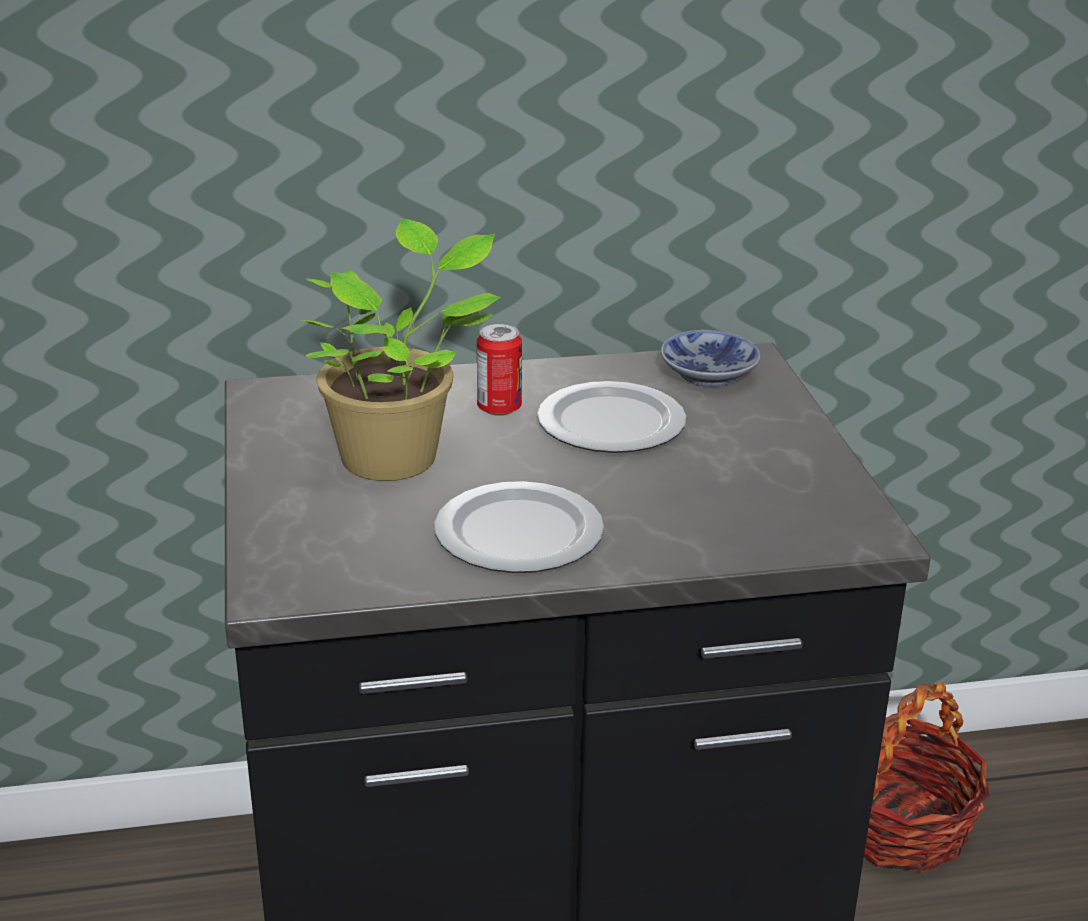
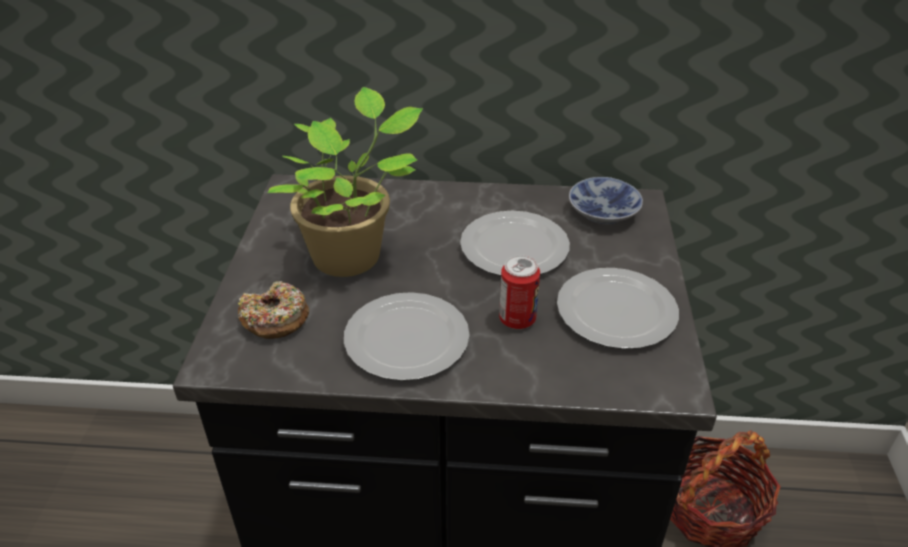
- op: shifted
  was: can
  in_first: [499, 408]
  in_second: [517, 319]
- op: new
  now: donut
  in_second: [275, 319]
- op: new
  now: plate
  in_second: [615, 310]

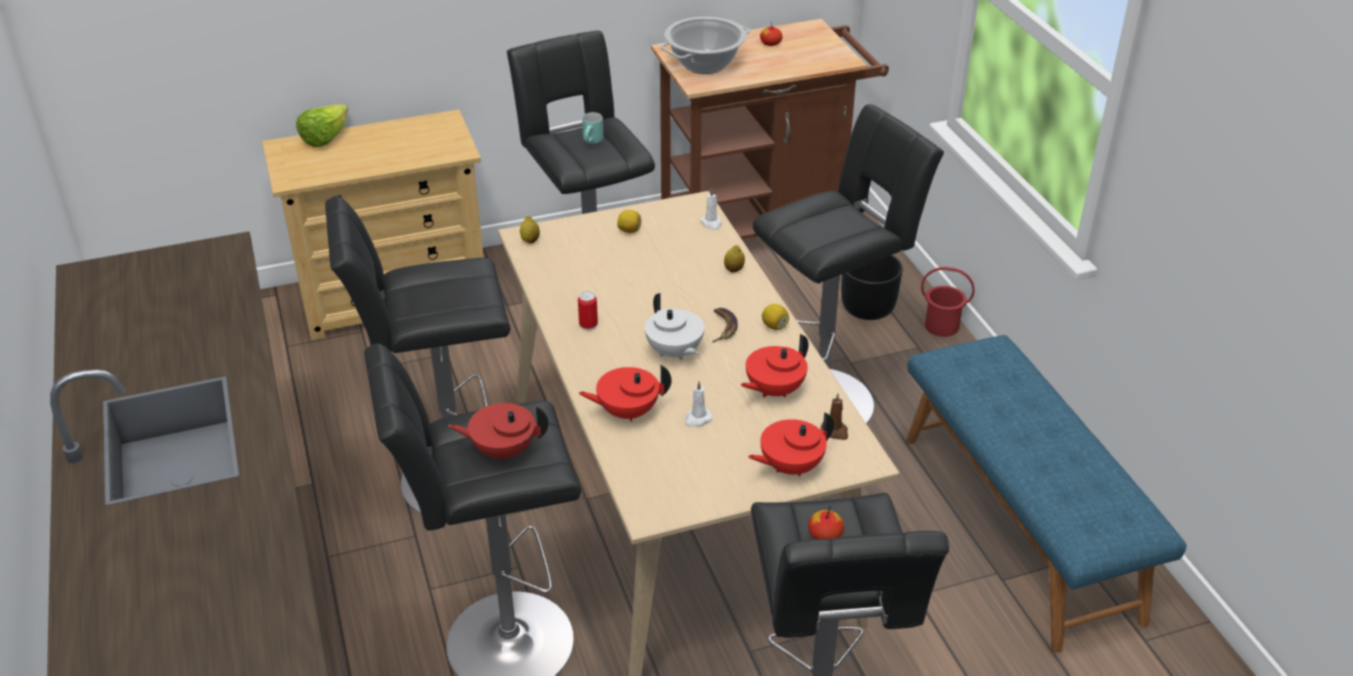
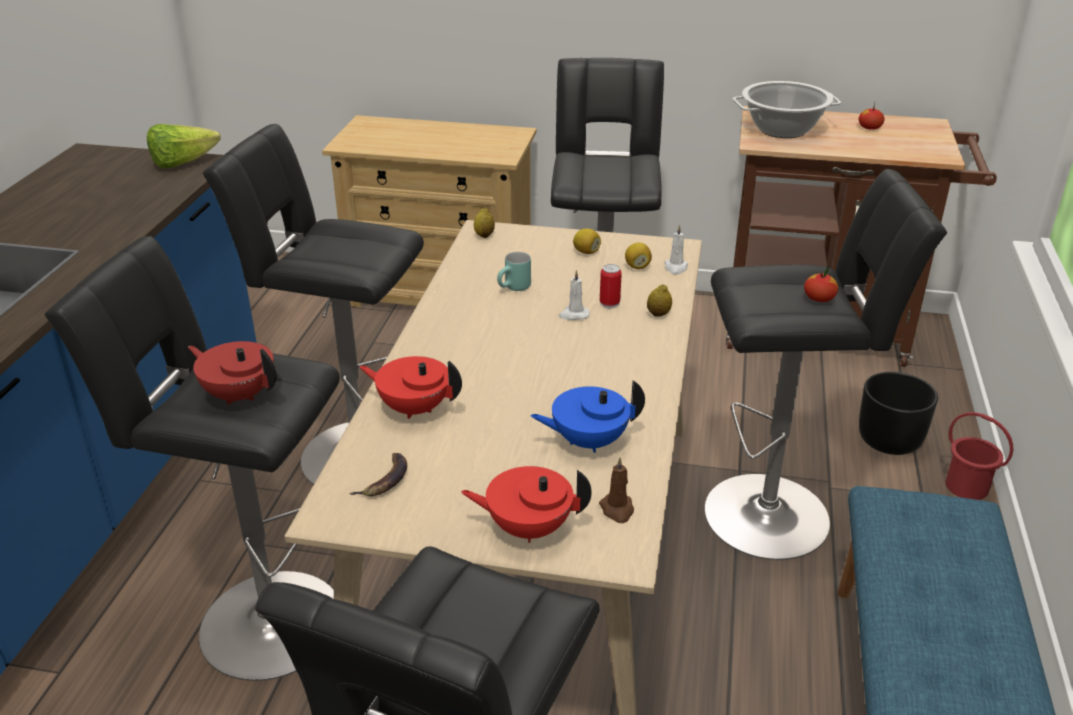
- op: shifted
  was: lettuce
  in_first: [325, 138]
  in_second: [182, 163]
- op: shifted
  was: can
  in_first: [588, 325]
  in_second: [609, 303]
- op: shifted
  was: turquoise_mug
  in_first: [593, 142]
  in_second: [515, 289]
- op: gone
  was: white_teapot
  in_first: [674, 352]
- op: shifted
  was: white_candle
  in_first: [697, 419]
  in_second: [573, 315]
- op: shifted
  was: banana
  in_first: [723, 327]
  in_second: [385, 479]
- op: repainted
  was: red_teapot
  now: blue_teapot
  in_first: [773, 390]
  in_second: [588, 441]
- op: shifted
  was: lemon
  in_first: [774, 326]
  in_second: [637, 266]
- op: shifted
  was: apple
  in_first: [825, 535]
  in_second: [819, 298]

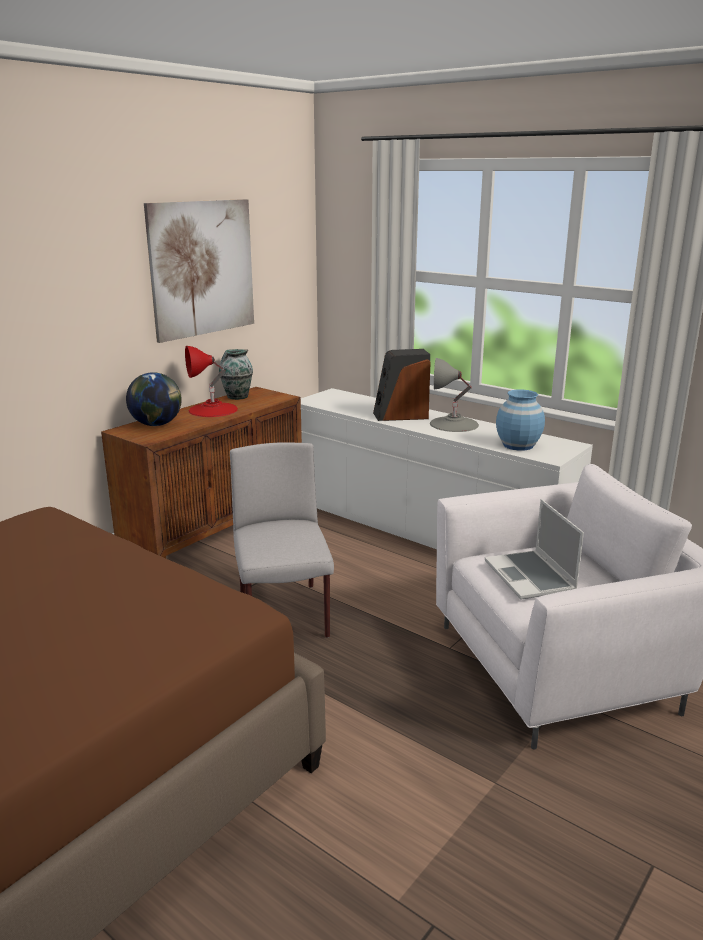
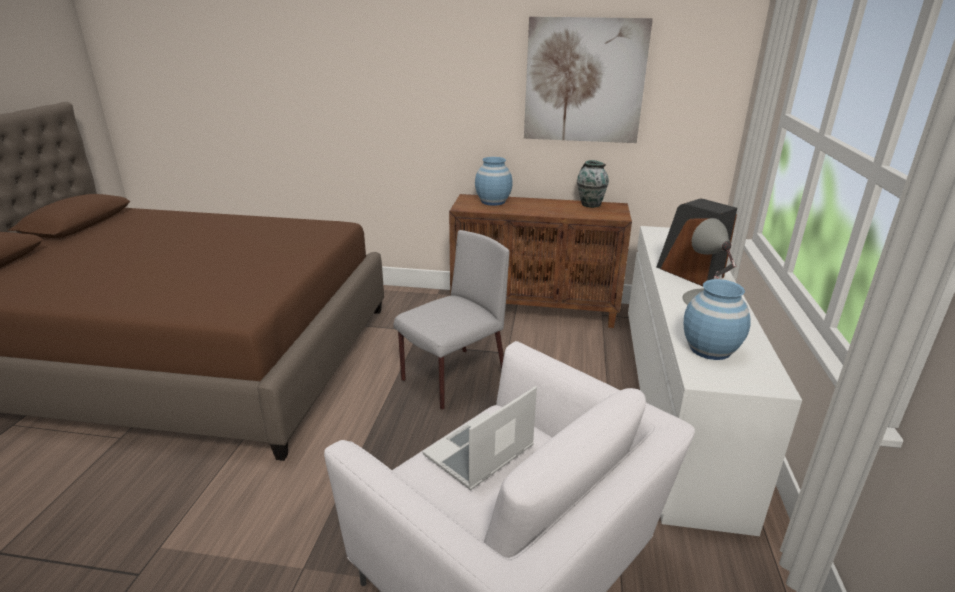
- op: swapped
  was: globe
  now: blue_vase
  in_first: [157, 424]
  in_second: [493, 201]
- op: gone
  was: red_table_lamp
  in_first: [213, 409]

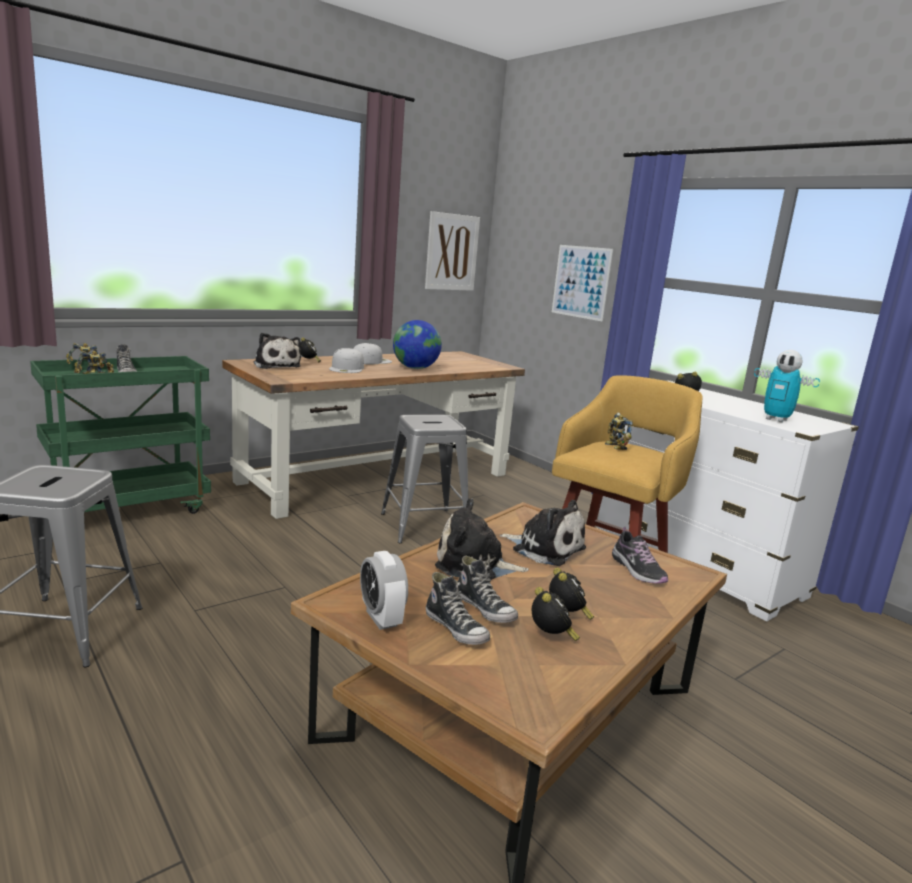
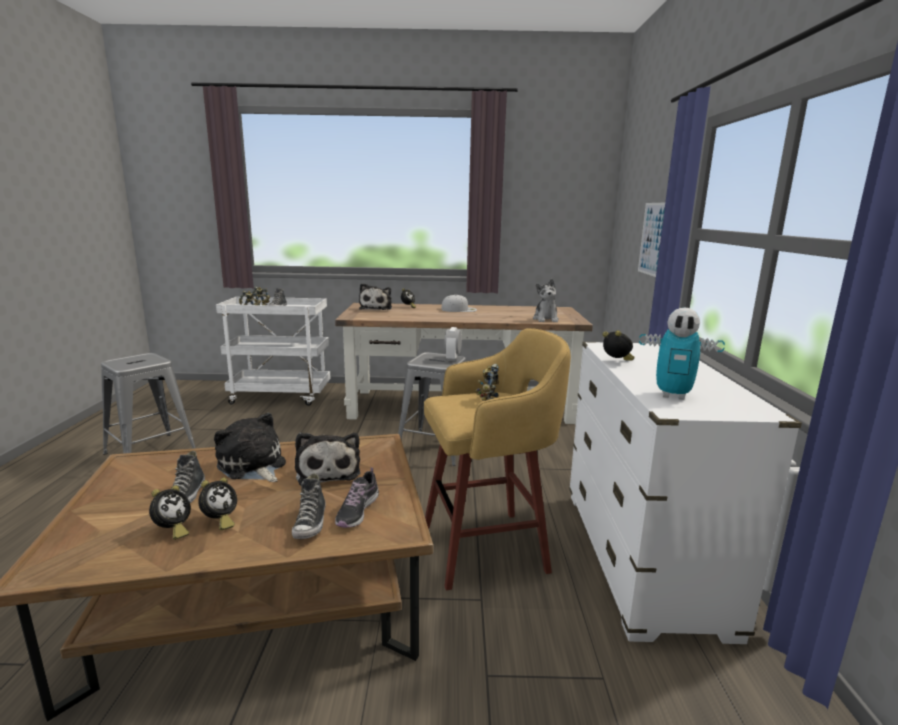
- op: repainted
  was: green_cart
  now: white_cart
  in_first: [130, 509]
  in_second: [281, 396]
- op: gone
  was: white_cap
  in_first: [347, 368]
- op: shifted
  was: alarm_clock
  in_first: [381, 618]
  in_second: [452, 358]
- op: gone
  was: globe
  in_first: [415, 368]
- op: gone
  was: picture
  in_first: [451, 252]
- op: shifted
  was: shoe
  in_first: [456, 629]
  in_second: [310, 523]
- op: rotated
  was: toy_robot
  in_first: [776, 419]
  in_second: [673, 395]
  clockwise: -60
- op: new
  now: plush_toy
  in_second: [546, 319]

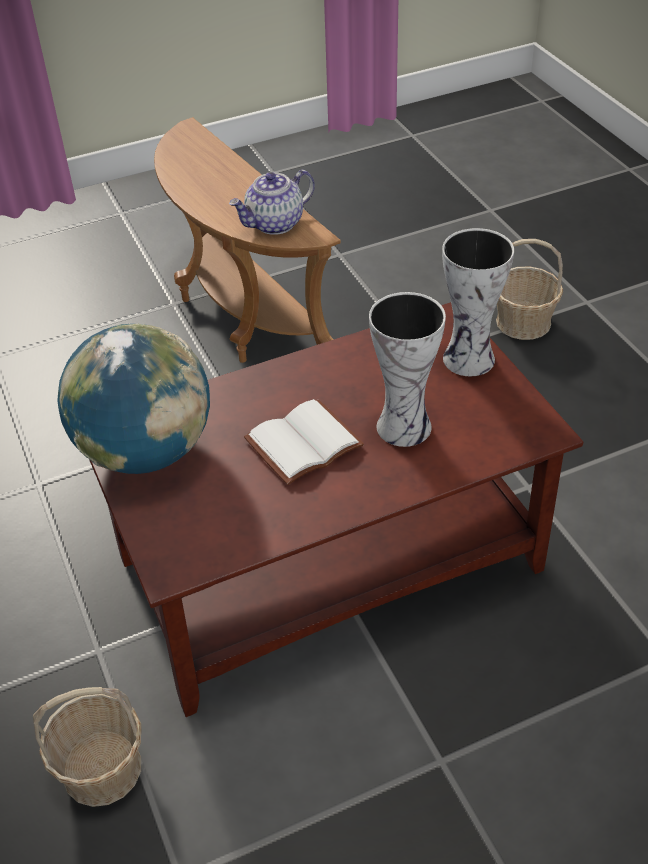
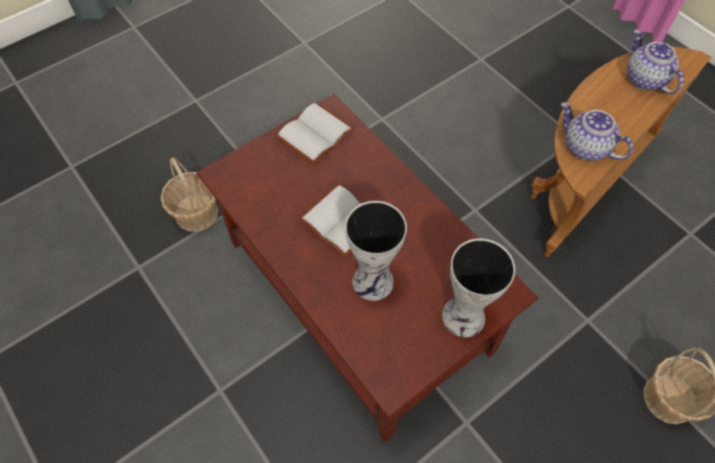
- op: swapped
  was: globe
  now: white_book
  in_first: [146, 451]
  in_second: [315, 136]
- op: new
  now: teapot
  in_second: [644, 79]

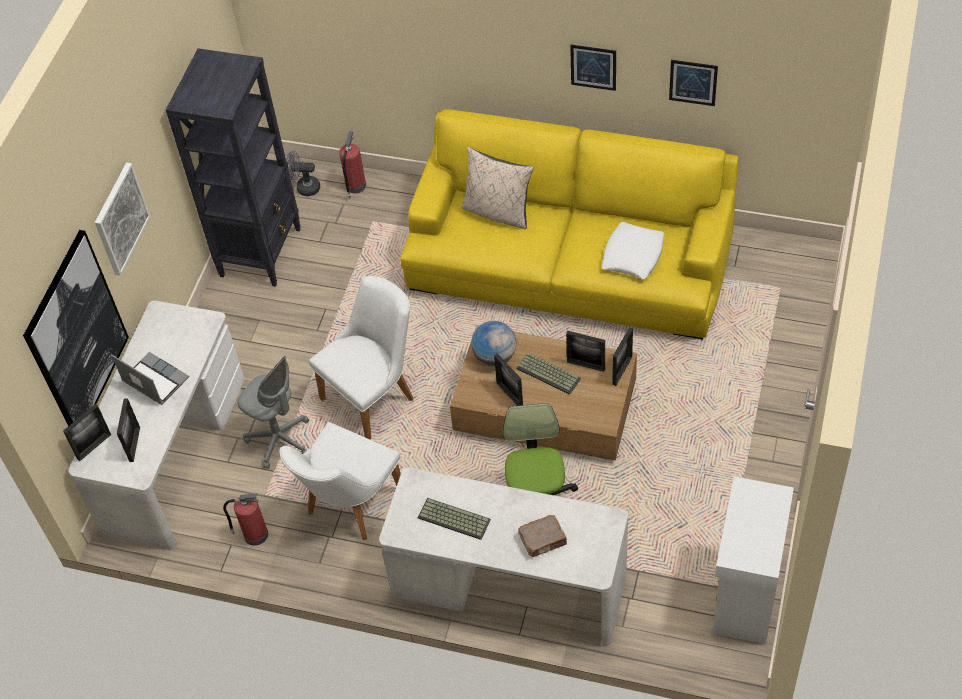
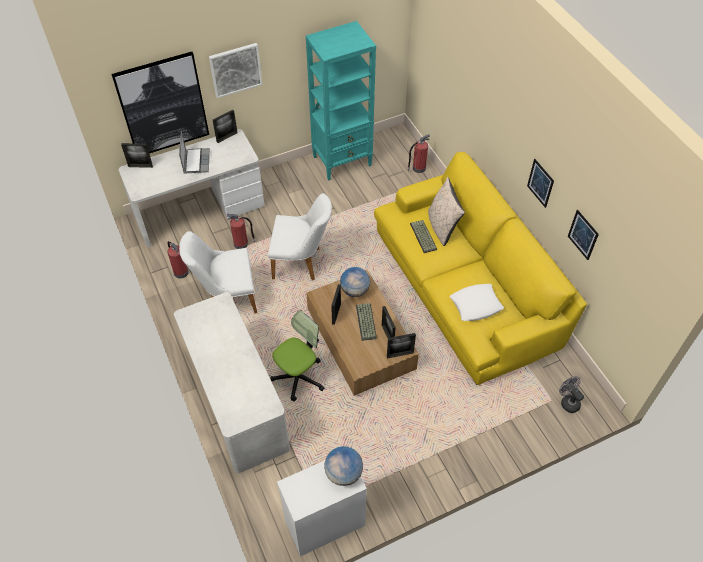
- op: shifted
  was: picture_frame
  in_first: [134, 444]
  in_second: [227, 137]
- op: repainted
  was: black_bookcase
  now: turquoise_bookcase
  in_first: [261, 252]
  in_second: [342, 161]
- op: swapped
  was: grey_office_chair
  now: fire_extinguisher
  in_first: [279, 440]
  in_second: [242, 244]
- op: shifted
  was: grey_fan
  in_first: [304, 188]
  in_second: [568, 402]
- op: shifted
  was: keyboard
  in_first: [452, 519]
  in_second: [422, 236]
- op: gone
  was: brown_book
  in_first: [543, 540]
- op: new
  now: globe
  in_second: [344, 473]

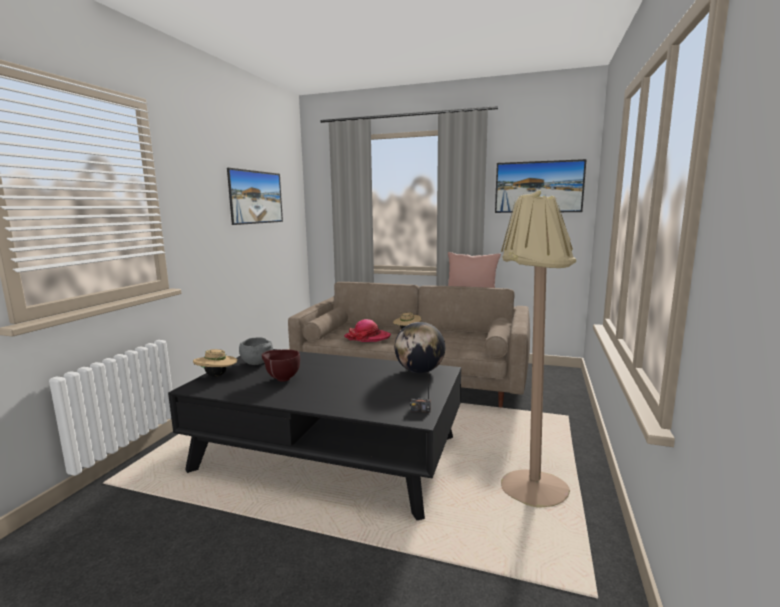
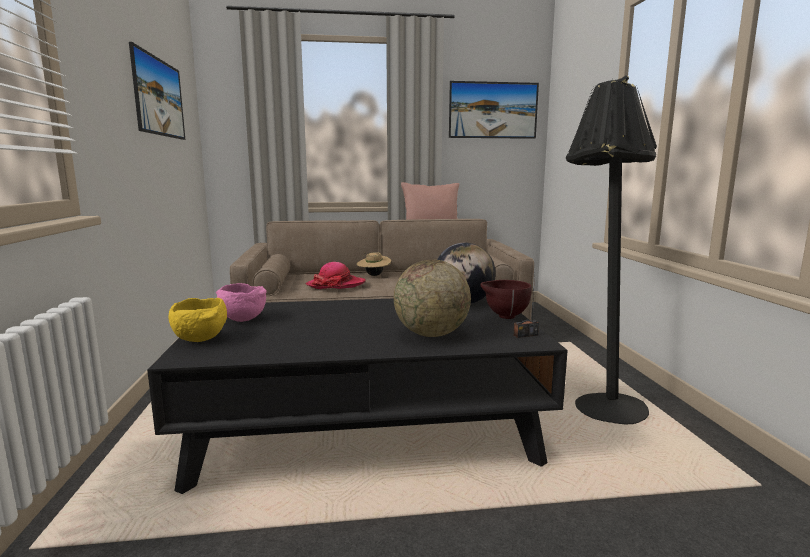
- op: swapped
  was: beige_hat
  now: yellow_bowl
  in_first: [217, 376]
  in_second: [202, 339]
- op: repainted
  was: grey_bowl
  now: pink_bowl
  in_first: [256, 363]
  in_second: [241, 320]
- op: shifted
  was: brown_bowl
  in_first: [282, 379]
  in_second: [504, 316]
- op: repainted
  was: beige_floor_lamp
  now: black_floor_lamp
  in_first: [527, 479]
  in_second: [597, 402]
- op: new
  now: globe
  in_second: [431, 334]

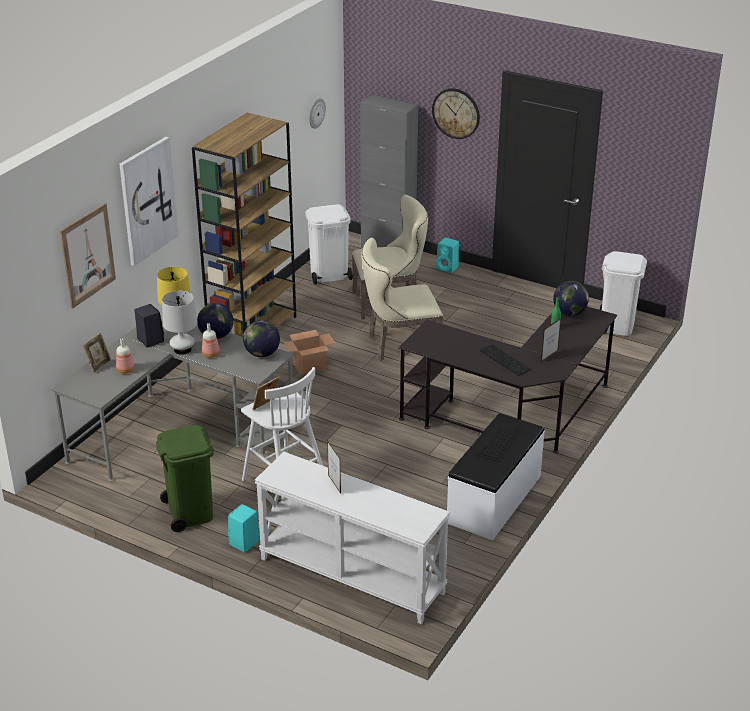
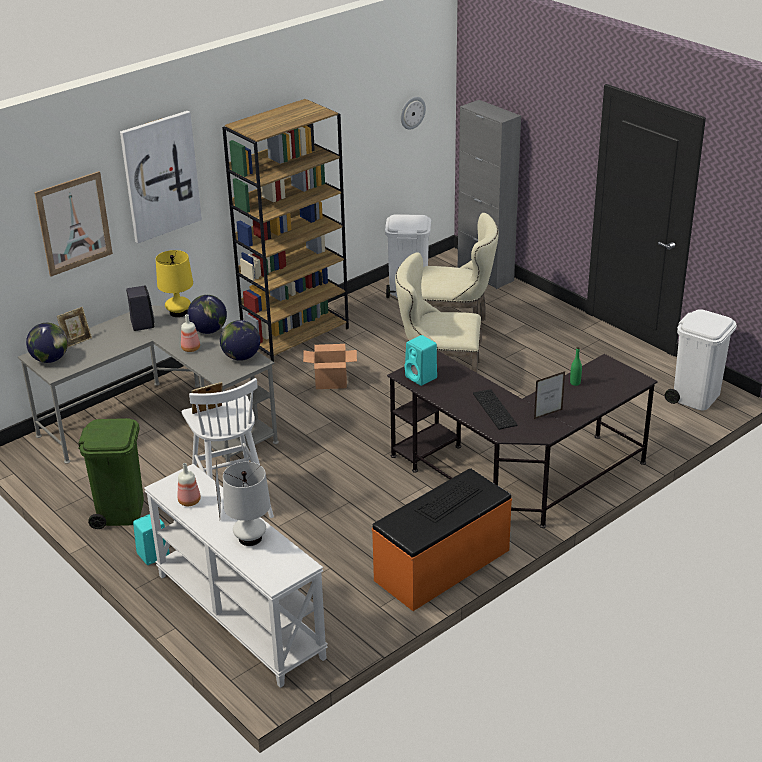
- op: shifted
  was: bottle
  in_first: [126, 370]
  in_second: [190, 501]
- op: shifted
  was: white_table_lamp
  in_first: [182, 349]
  in_second: [250, 538]
- op: gone
  was: wall_clock
  in_first: [456, 113]
- op: shifted
  was: turquoise_speaker
  in_first: [448, 268]
  in_second: [422, 377]
- op: repainted
  was: white_bench
  now: orange_bench
  in_first: [495, 499]
  in_second: [443, 566]
- op: shifted
  was: globe
  in_first: [569, 313]
  in_second: [50, 359]

